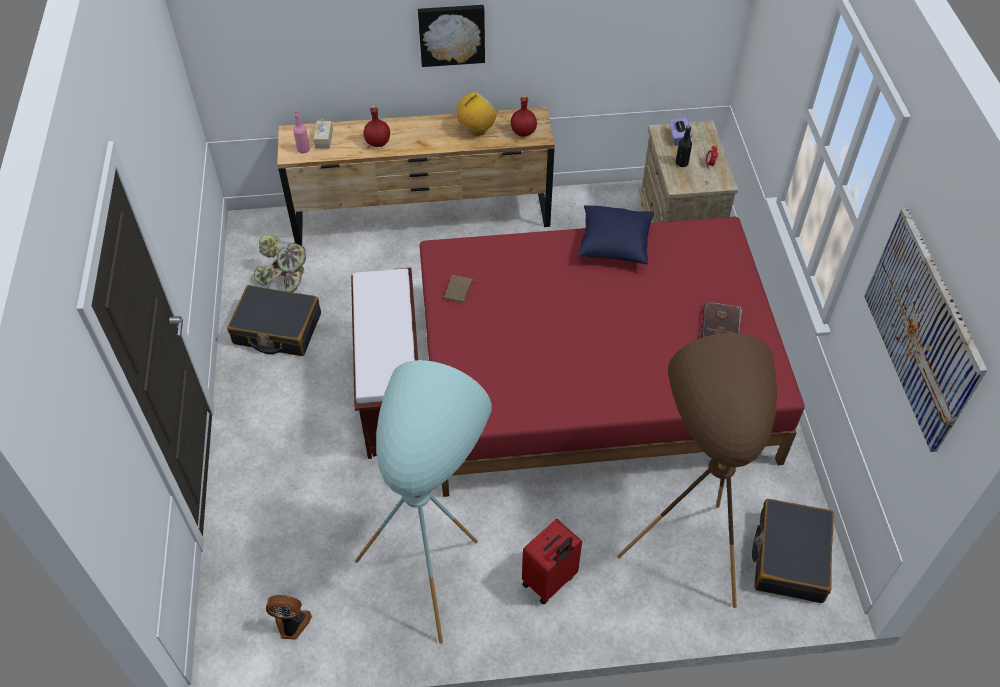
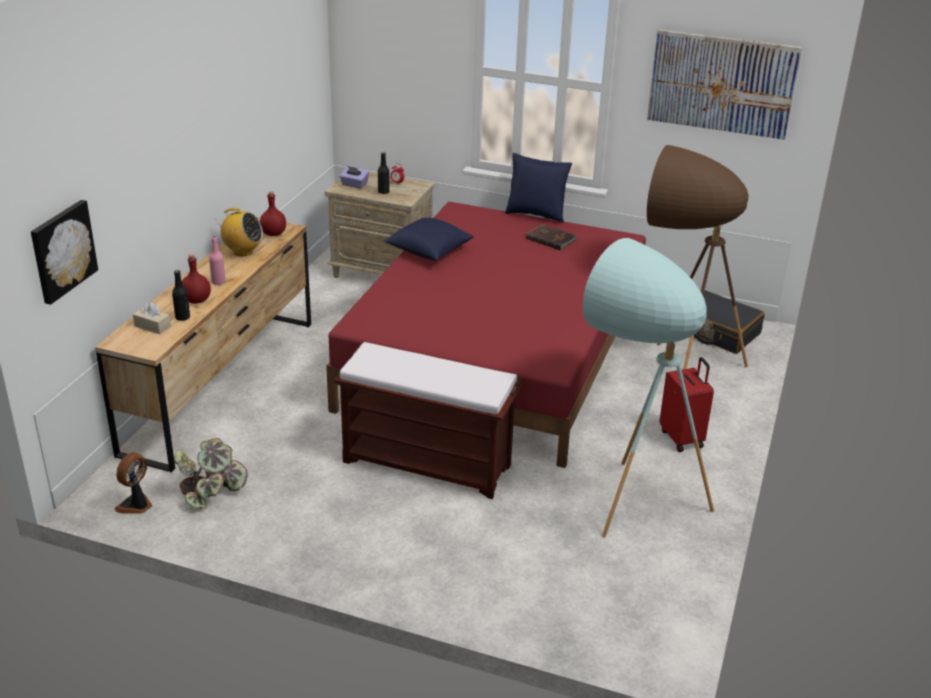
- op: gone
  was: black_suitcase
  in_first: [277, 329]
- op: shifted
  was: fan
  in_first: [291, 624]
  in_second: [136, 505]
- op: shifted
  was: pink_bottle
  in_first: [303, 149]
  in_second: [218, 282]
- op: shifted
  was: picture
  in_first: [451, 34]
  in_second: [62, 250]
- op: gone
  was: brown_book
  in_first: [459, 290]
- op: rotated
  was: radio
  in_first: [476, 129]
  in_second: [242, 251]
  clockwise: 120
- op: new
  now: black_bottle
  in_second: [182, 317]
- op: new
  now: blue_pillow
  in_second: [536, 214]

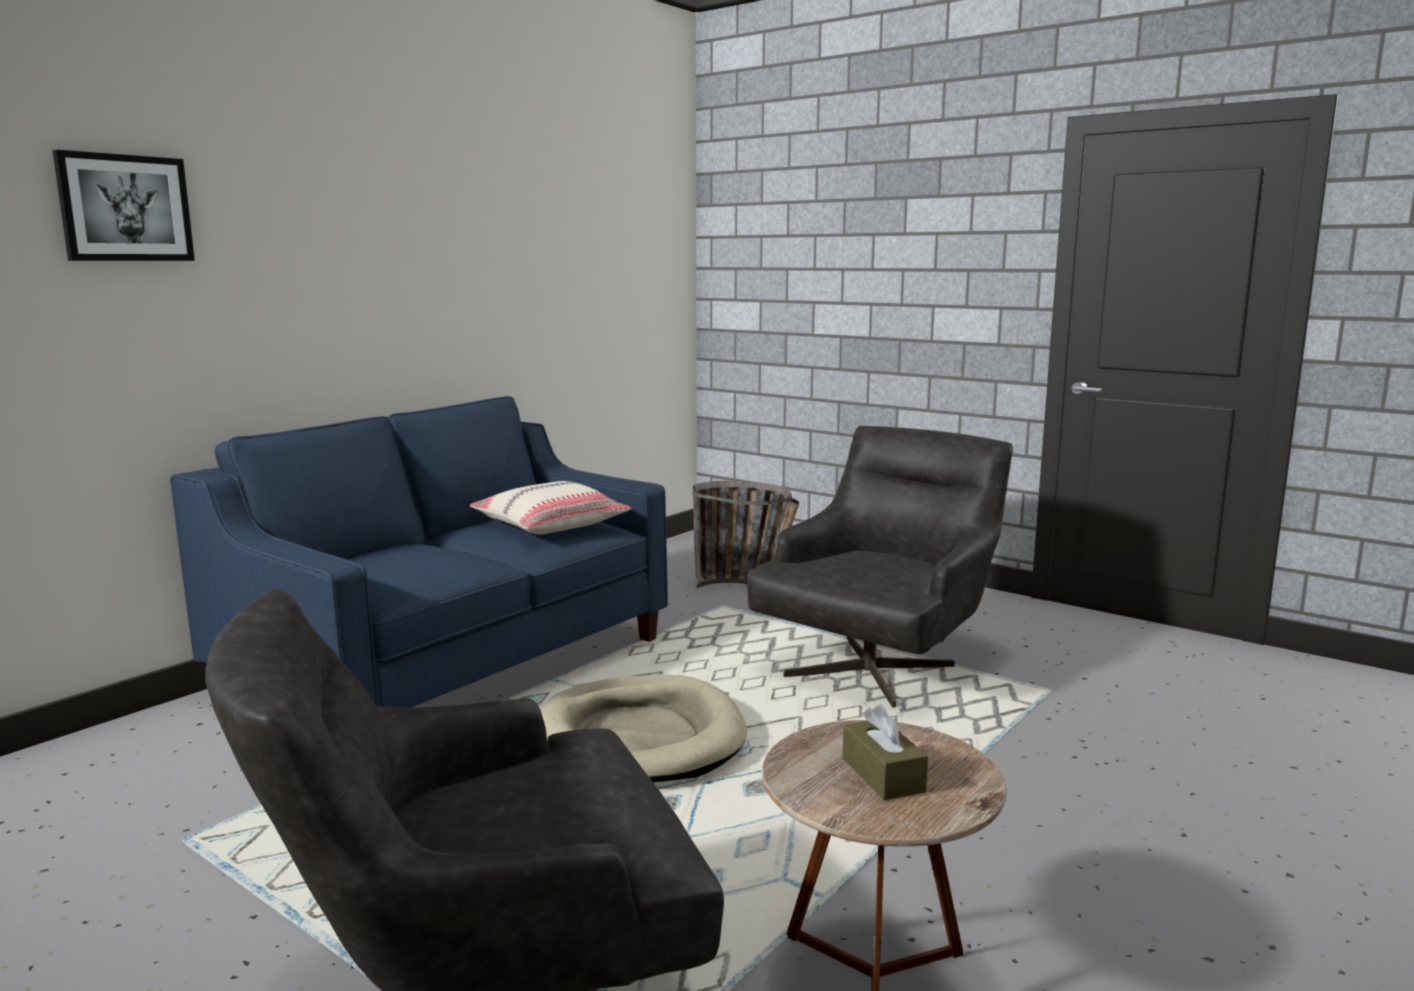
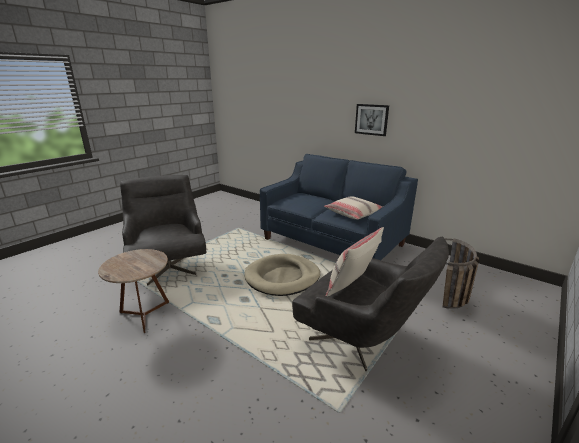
- op: shifted
  was: picture
  in_first: [125, 208]
  in_second: [371, 119]
- op: gone
  was: brown_tissue_box
  in_first: [883, 775]
- op: new
  now: beige_pillow
  in_second: [352, 287]

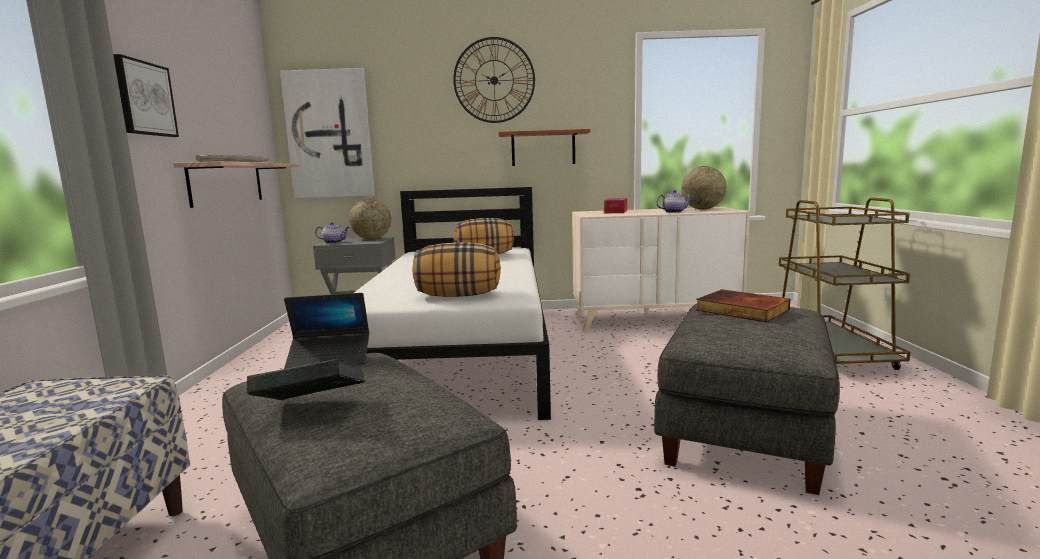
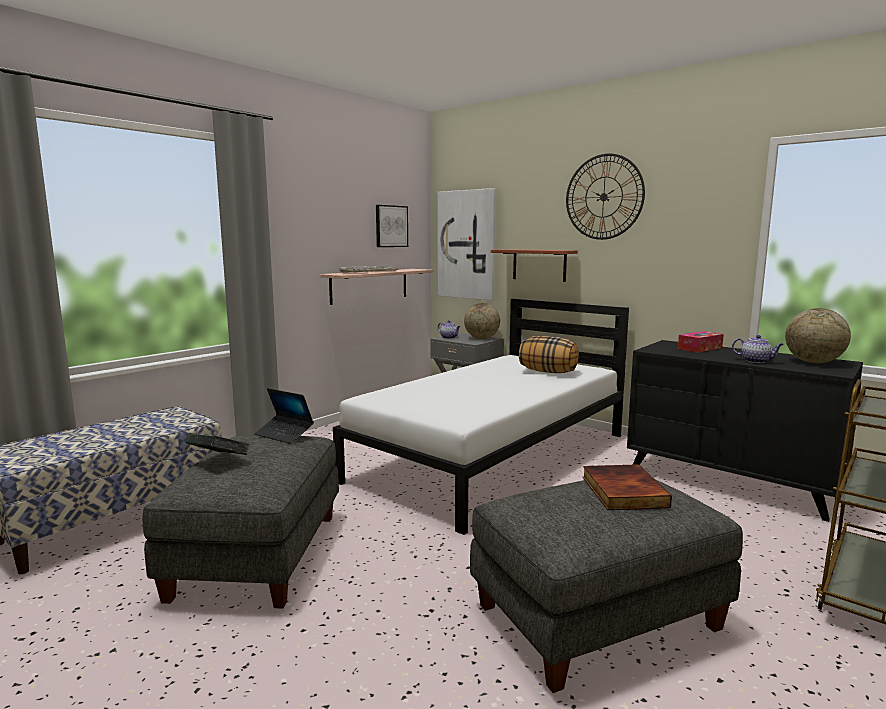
- op: shifted
  was: picture
  in_first: [145, 99]
  in_second: [391, 226]
- op: gone
  was: pillow
  in_first: [458, 295]
- op: shifted
  was: shelf
  in_first: [543, 148]
  in_second: [539, 265]
- op: repainted
  was: beige_dresser
  now: black_dresser
  in_first: [654, 319]
  in_second: [730, 481]

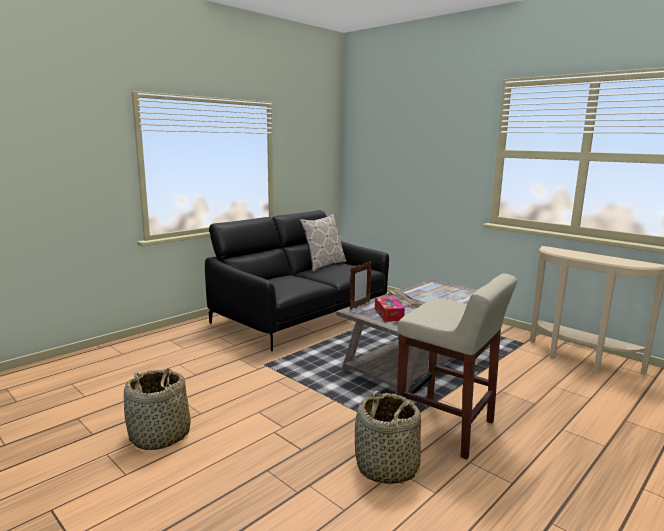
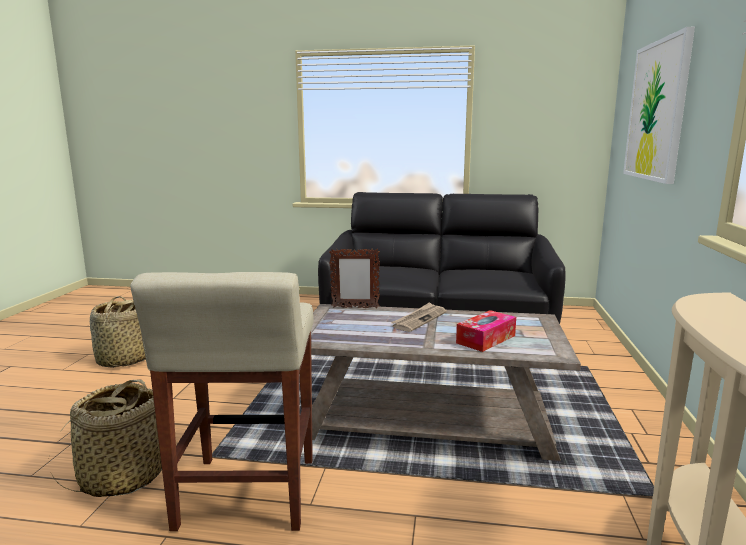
- op: gone
  was: pillow
  in_first: [323, 265]
- op: shifted
  was: tissue_box
  in_first: [388, 314]
  in_second: [486, 339]
- op: new
  now: picture
  in_second: [657, 111]

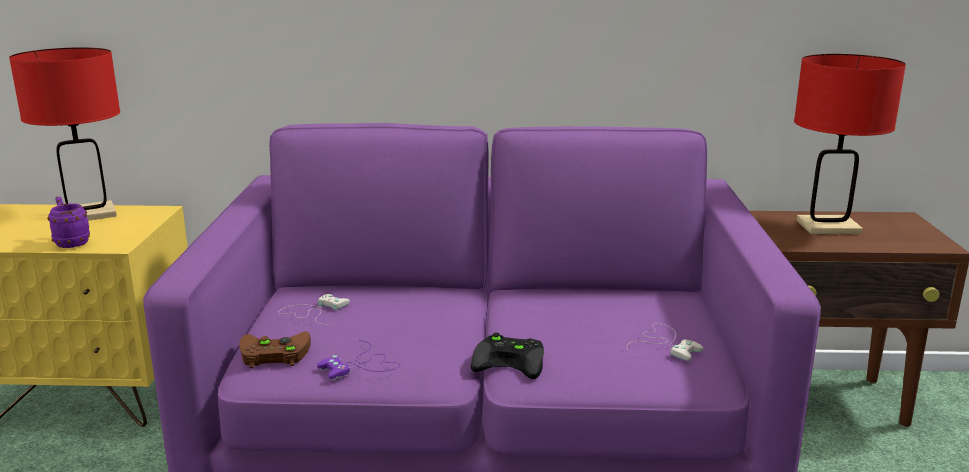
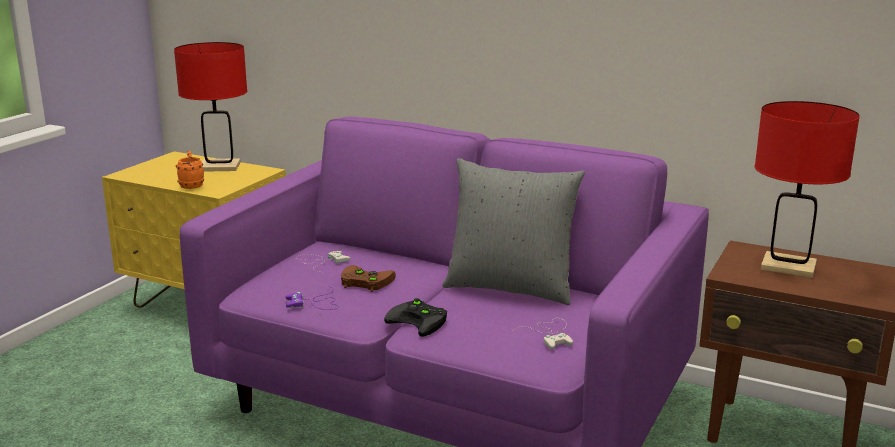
- op: repainted
  was: purple_mug
  now: orange_mug
  in_first: [70, 242]
  in_second: [191, 185]
- op: shifted
  was: brown_game_controller
  in_first: [272, 354]
  in_second: [364, 282]
- op: new
  now: grey_pillow
  in_second: [510, 288]

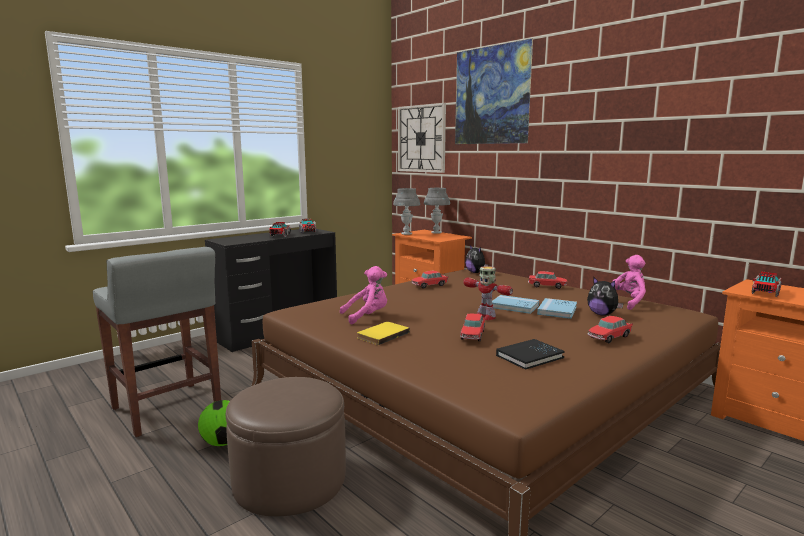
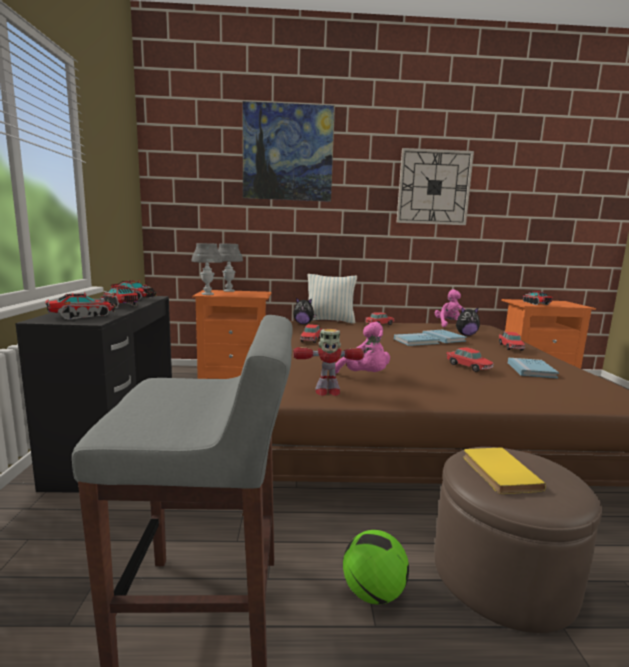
- op: rotated
  was: pink_plush_toy
  in_first: [367, 316]
  in_second: [364, 376]
  clockwise: 120
- op: shifted
  was: yellow_book
  in_first: [382, 335]
  in_second: [498, 472]
- op: shifted
  was: wall_clock
  in_first: [421, 138]
  in_second: [434, 187]
- op: shifted
  was: toy_robot
  in_first: [485, 317]
  in_second: [327, 392]
- op: repainted
  was: black_book
  now: blue_book
  in_first: [529, 356]
  in_second: [531, 370]
- op: new
  now: toy_truck
  in_second: [82, 316]
- op: new
  now: pillow
  in_second: [330, 321]

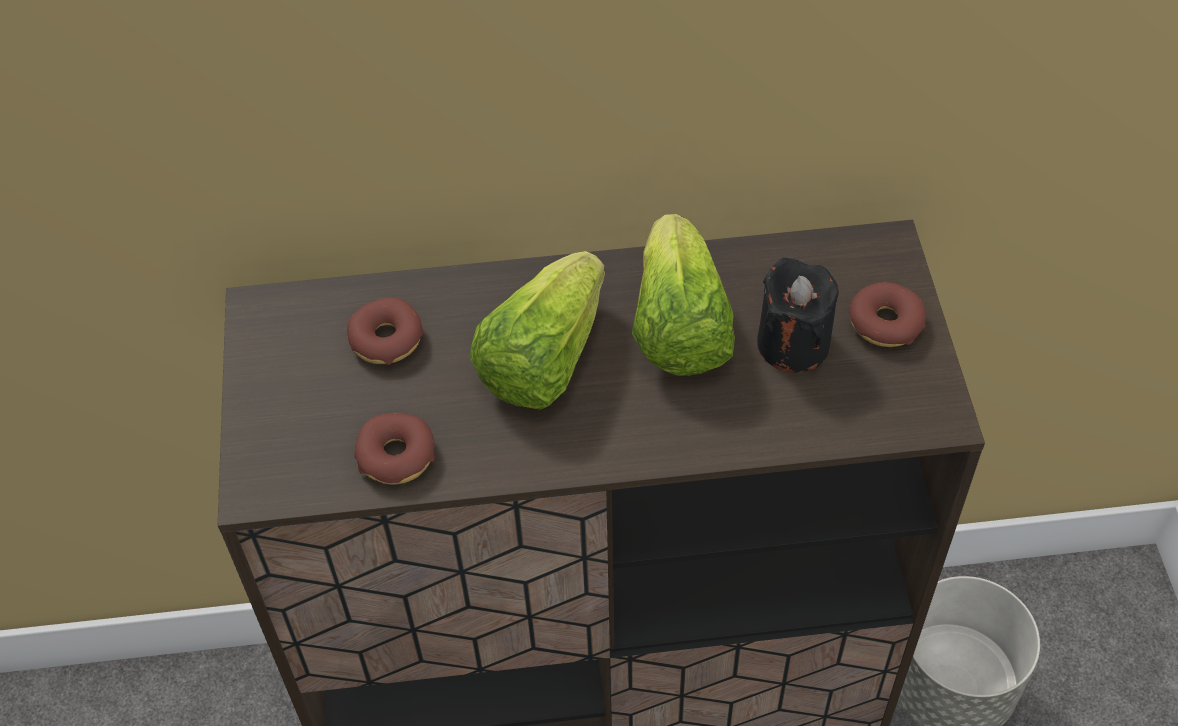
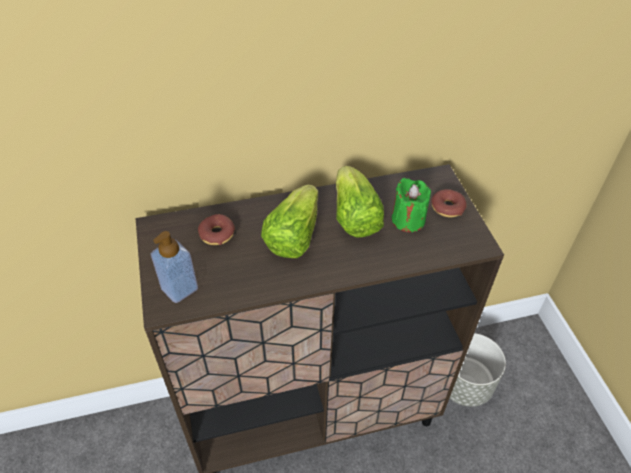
- op: gone
  was: donut
  in_first: [396, 456]
- op: repainted
  was: black_candle
  now: green_candle
  in_first: [793, 344]
  in_second: [408, 220]
- op: new
  now: soap_dispenser
  in_second: [179, 288]

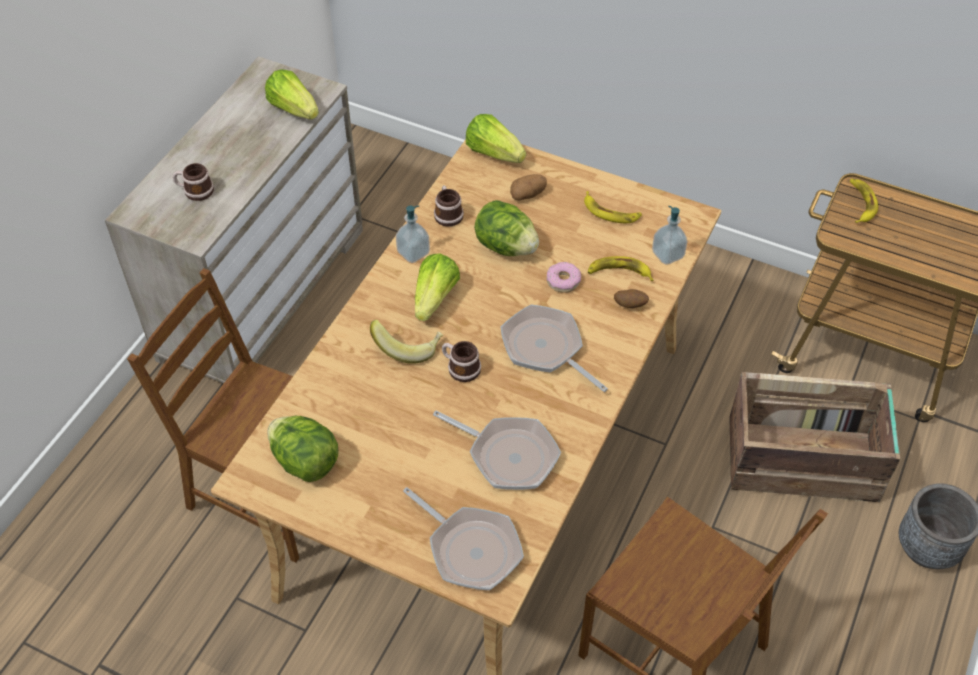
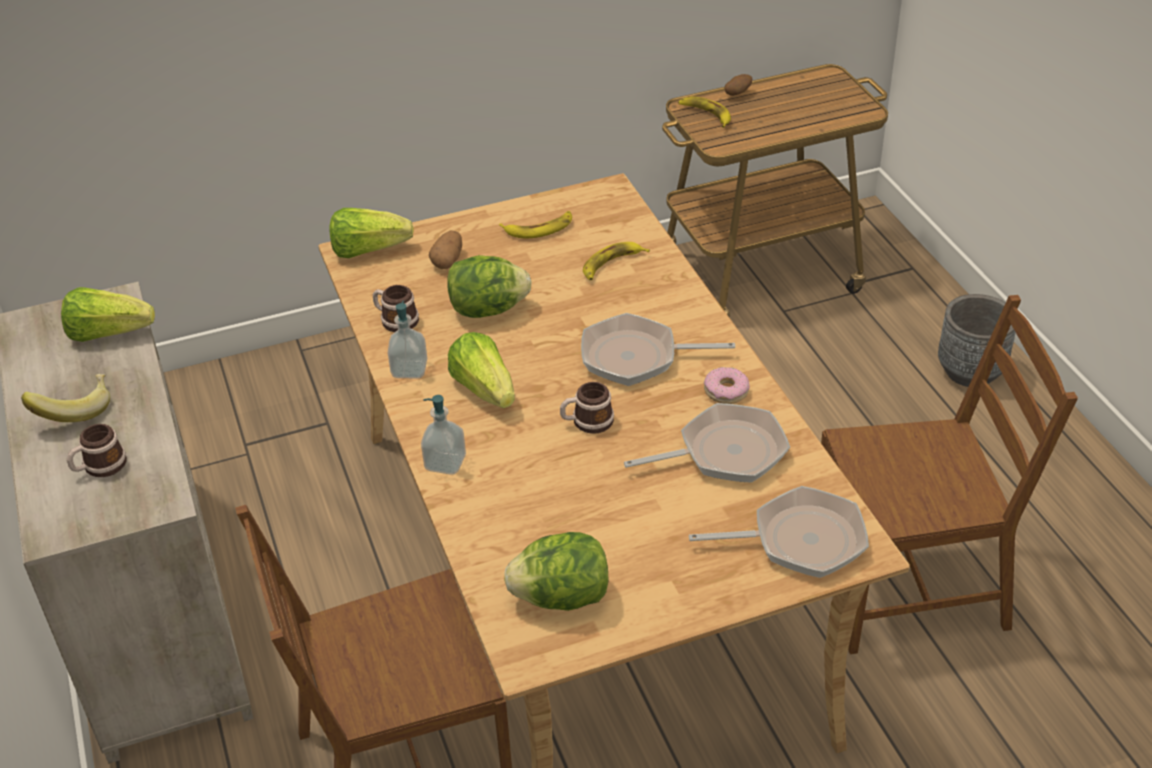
- op: shifted
  was: banana
  in_first: [408, 347]
  in_second: [74, 410]
- op: shifted
  was: donut
  in_first: [563, 281]
  in_second: [726, 391]
- op: shifted
  was: potato
  in_first: [630, 305]
  in_second: [737, 93]
- op: shifted
  was: soap_dispenser
  in_first: [667, 254]
  in_second: [445, 463]
- op: gone
  was: crate
  in_first: [804, 460]

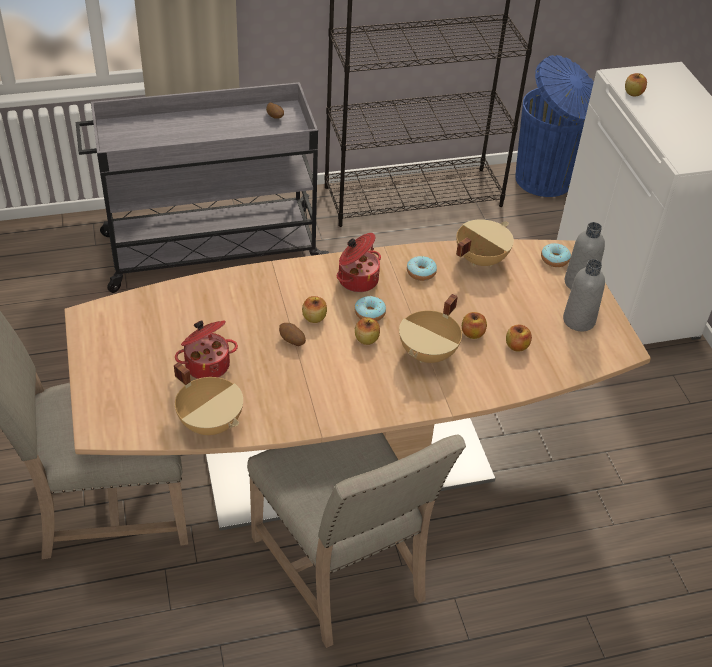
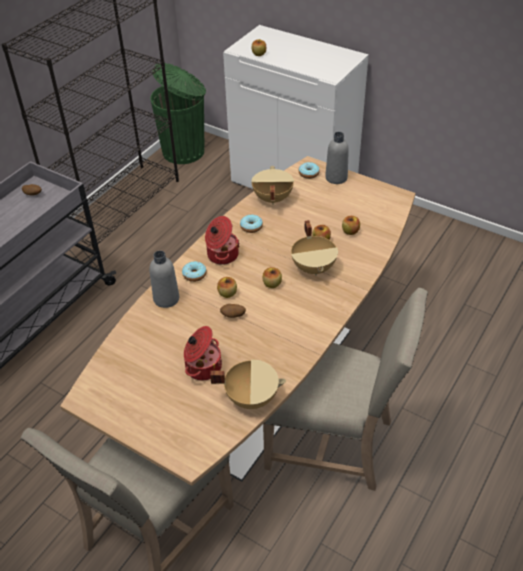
- op: shifted
  was: donut
  in_first: [369, 313]
  in_second: [194, 275]
- op: repainted
  was: blue_trash_can
  now: green_trash_can
  in_first: [545, 180]
  in_second: [185, 151]
- op: shifted
  was: grey_bottle
  in_first: [579, 320]
  in_second: [166, 299]

